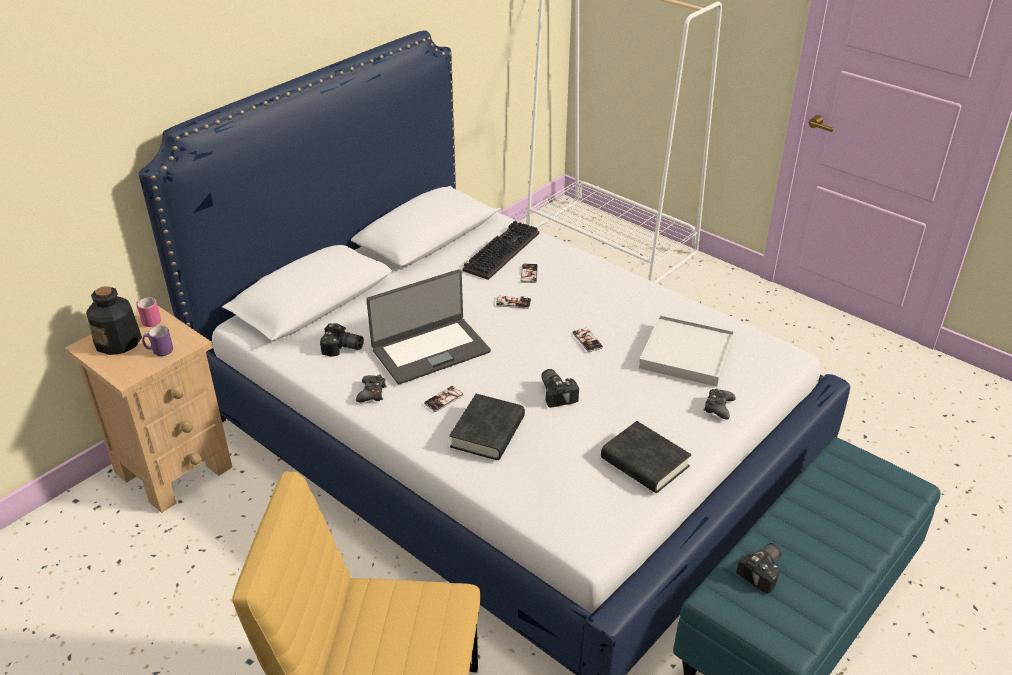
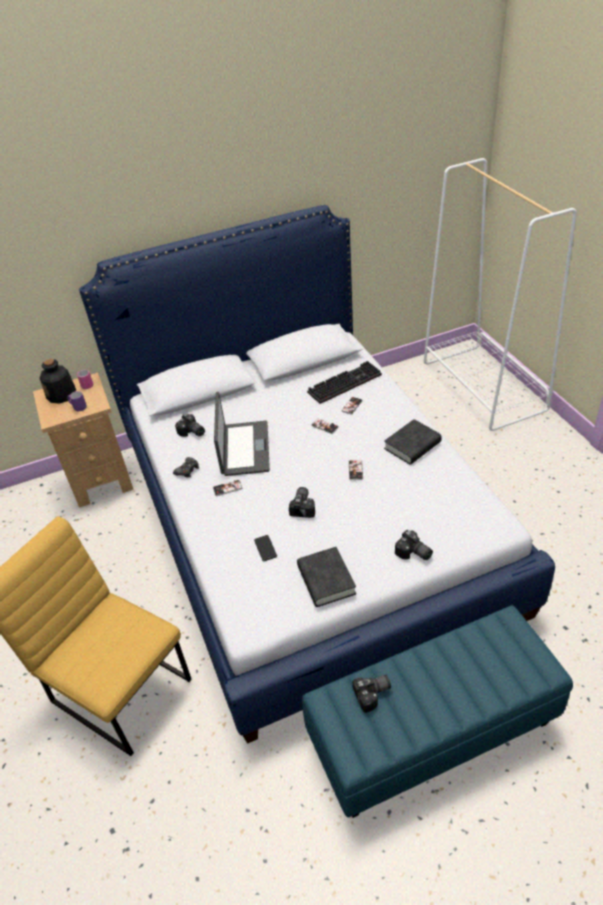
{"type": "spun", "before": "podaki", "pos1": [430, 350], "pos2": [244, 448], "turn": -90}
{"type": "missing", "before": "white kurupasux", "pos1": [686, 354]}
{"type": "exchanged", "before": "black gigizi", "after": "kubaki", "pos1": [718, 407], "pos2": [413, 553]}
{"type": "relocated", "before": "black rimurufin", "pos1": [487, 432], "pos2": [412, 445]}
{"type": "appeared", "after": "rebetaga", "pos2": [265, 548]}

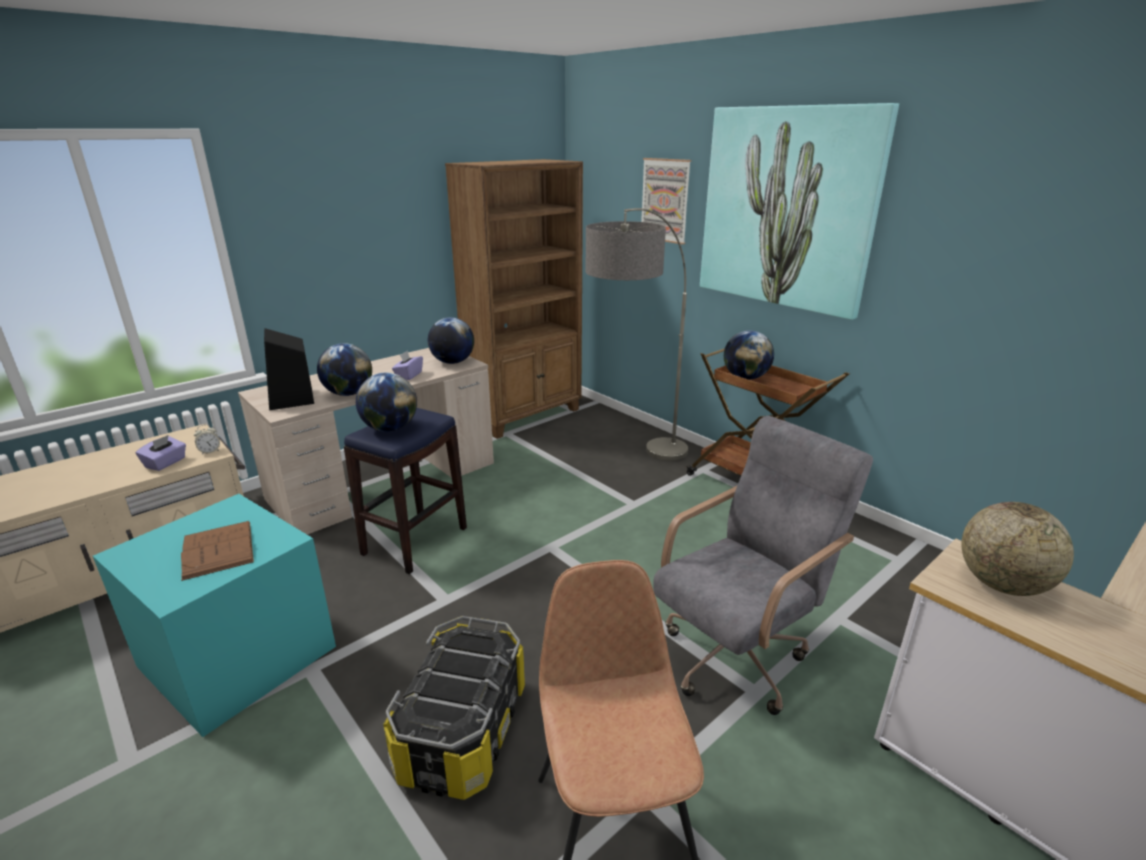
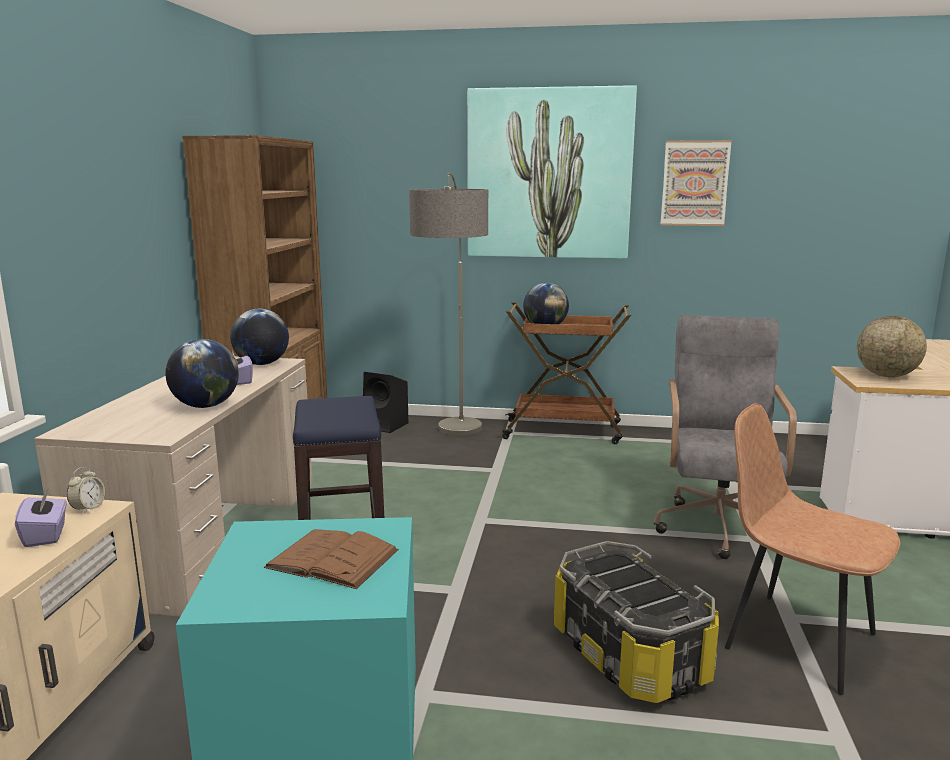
{"type": "relocated", "before": "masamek", "pos1": [665, 200], "pos2": [694, 183]}
{"type": "relocated", "before": "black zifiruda", "pos1": [292, 400], "pos2": [386, 425]}
{"type": "missing", "before": "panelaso", "pos1": [390, 428]}

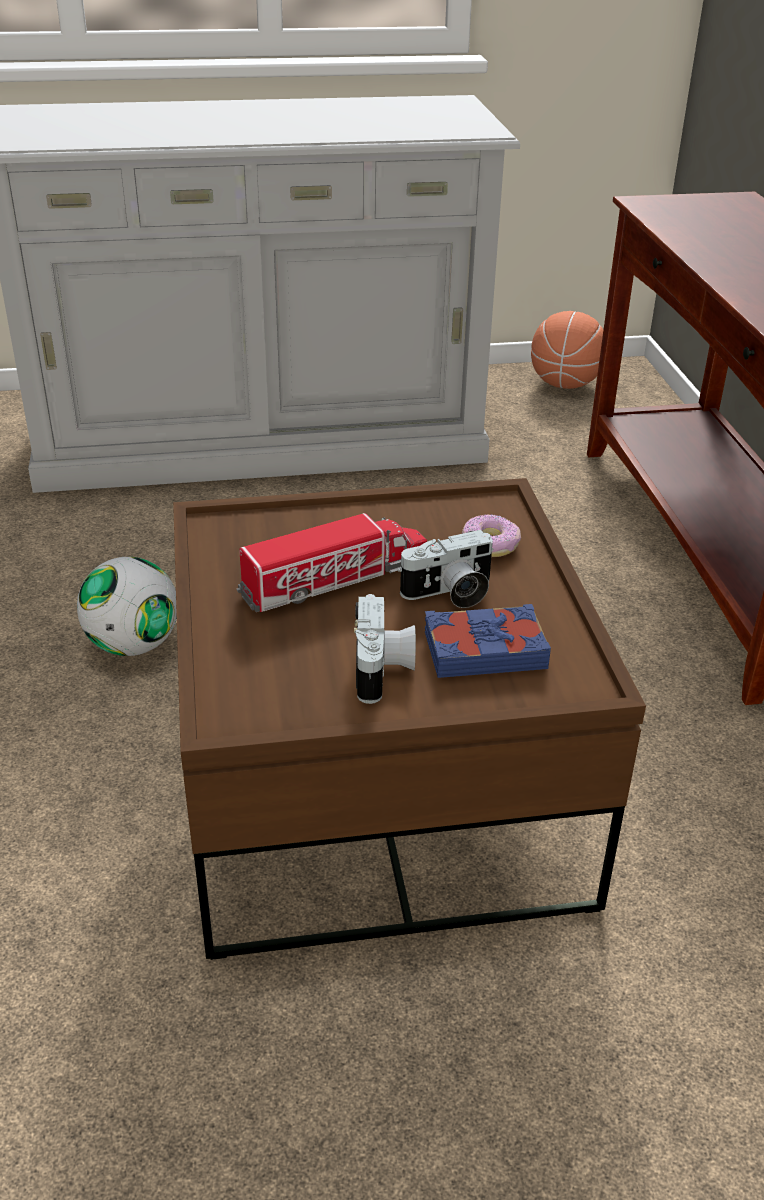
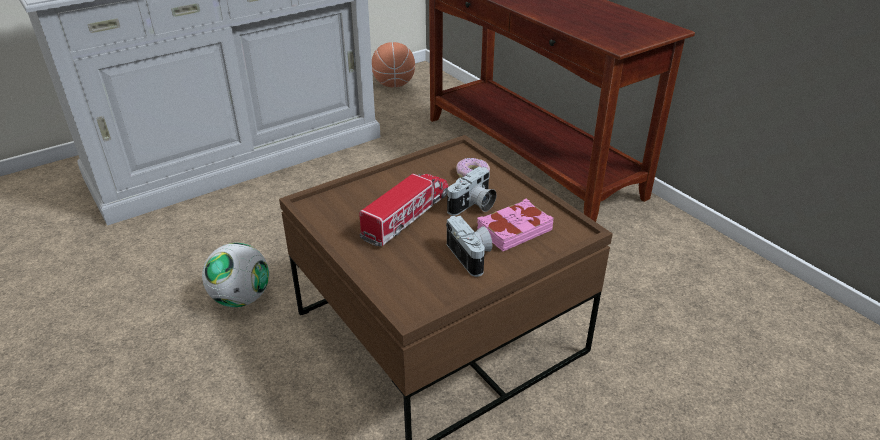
{"type": "colour", "before": "blue rimurufin", "after": "pink rimurufin", "pos1": [484, 650], "pos2": [513, 230]}

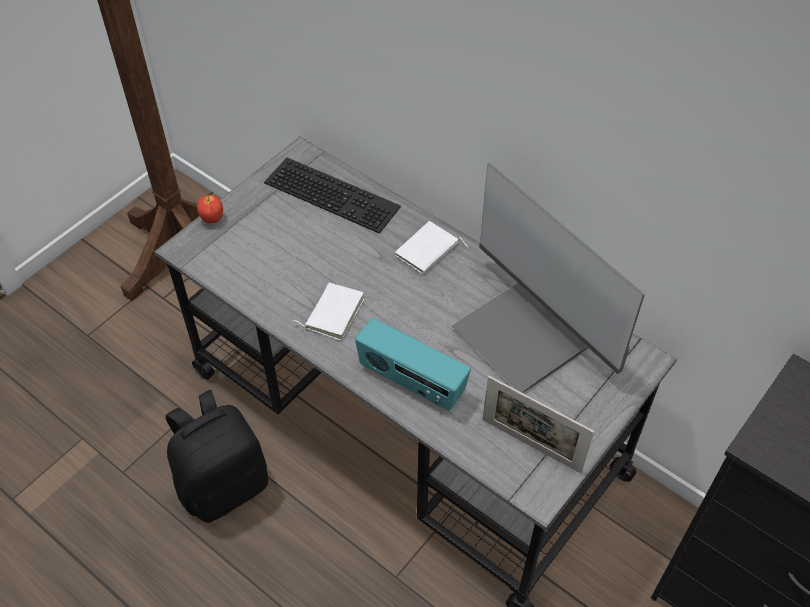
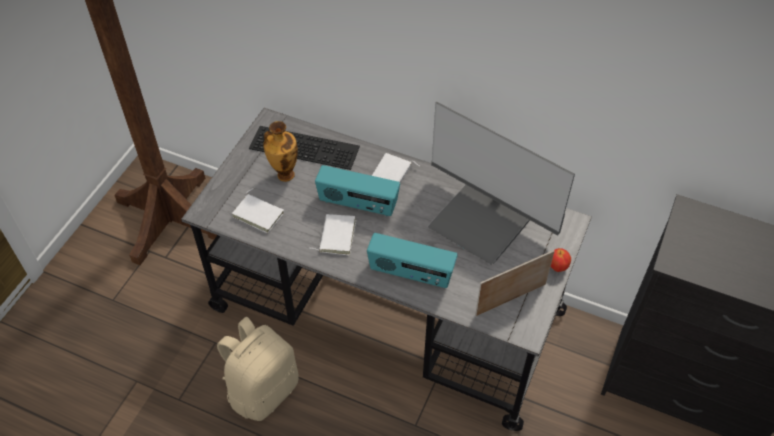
{"type": "relocated", "before": "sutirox", "pos1": [212, 219], "pos2": [557, 267]}
{"type": "spun", "before": "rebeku", "pos1": [531, 445], "pos2": [510, 299], "turn": 135}
{"type": "colour", "before": "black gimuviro", "after": "beige gimuviro", "pos1": [224, 485], "pos2": [263, 390]}
{"type": "appeared", "after": "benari", "pos2": [284, 174]}
{"type": "appeared", "after": "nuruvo", "pos2": [358, 204]}
{"type": "appeared", "after": "white rimurufin", "pos2": [259, 214]}

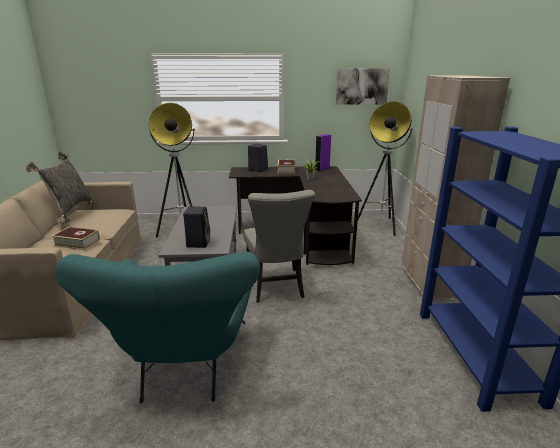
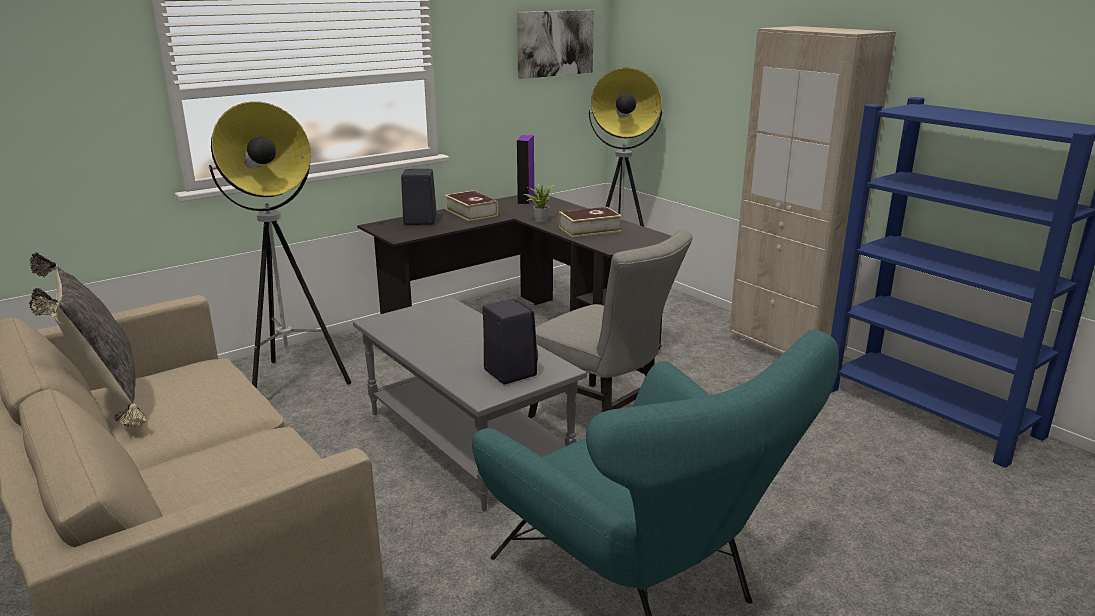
{"type": "relocated", "before": "rimurufin", "pos1": [77, 243], "pos2": [589, 229]}

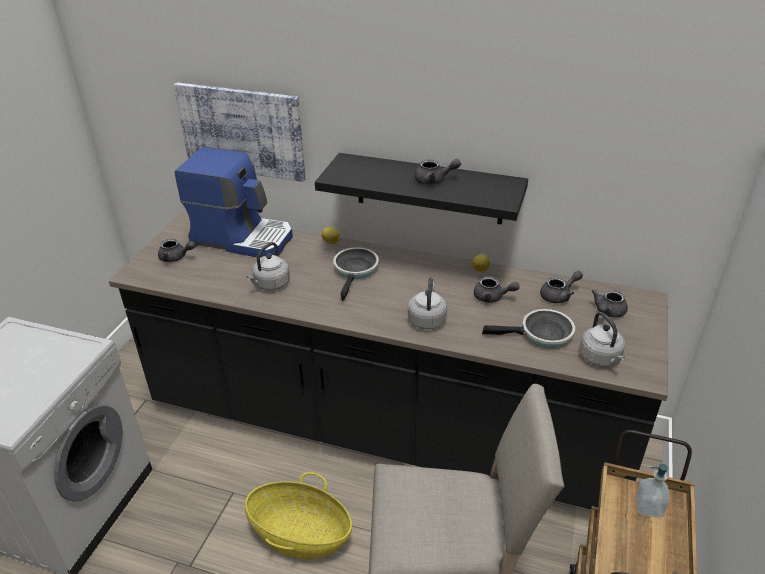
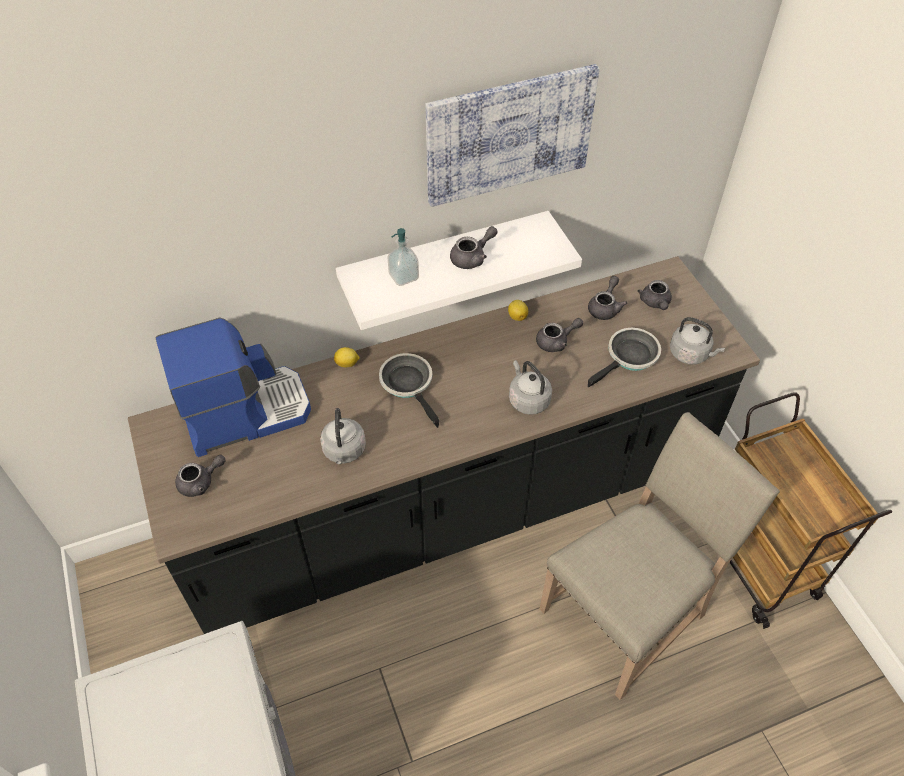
{"type": "relocated", "before": "masamek", "pos1": [242, 131], "pos2": [509, 134]}
{"type": "colour", "before": "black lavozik", "after": "white lavozik", "pos1": [429, 189], "pos2": [445, 261]}
{"type": "relocated", "before": "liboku", "pos1": [649, 507], "pos2": [404, 276]}
{"type": "missing", "before": "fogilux", "pos1": [300, 534]}

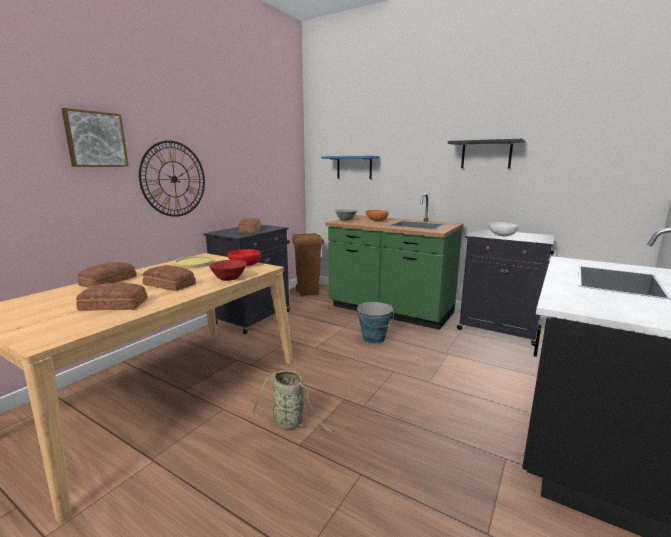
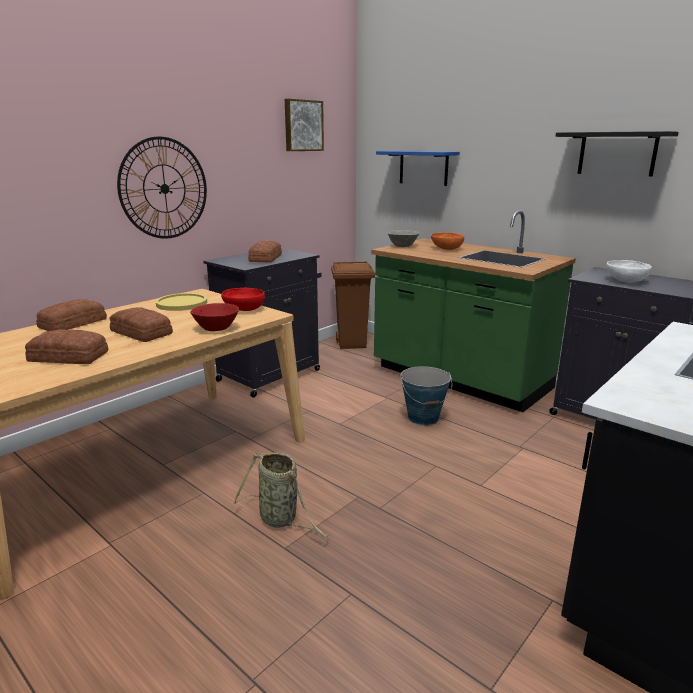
{"type": "relocated", "before": "masamek", "pos1": [95, 139], "pos2": [302, 125]}

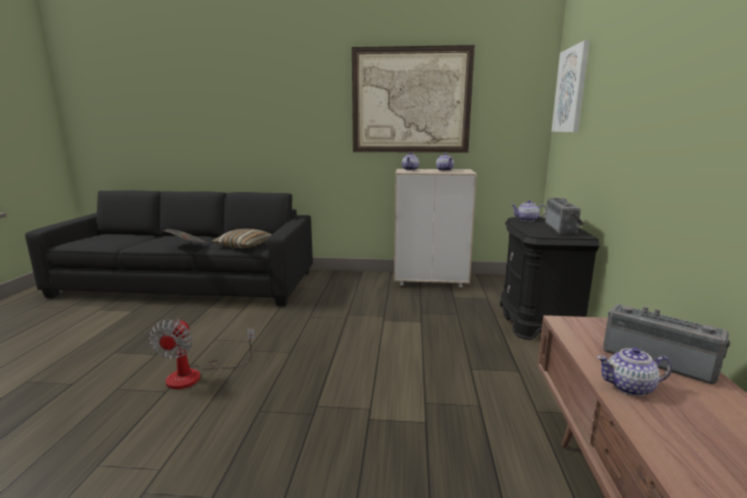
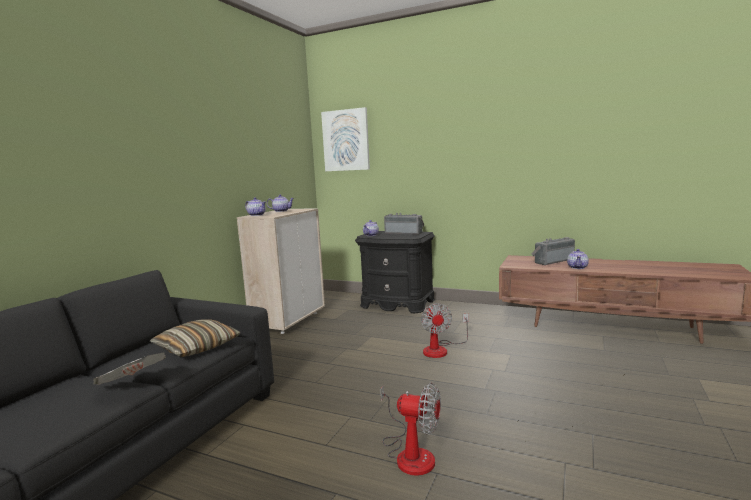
{"type": "missing", "before": "masamek", "pos1": [411, 101]}
{"type": "appeared", "after": "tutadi", "pos2": [441, 349]}

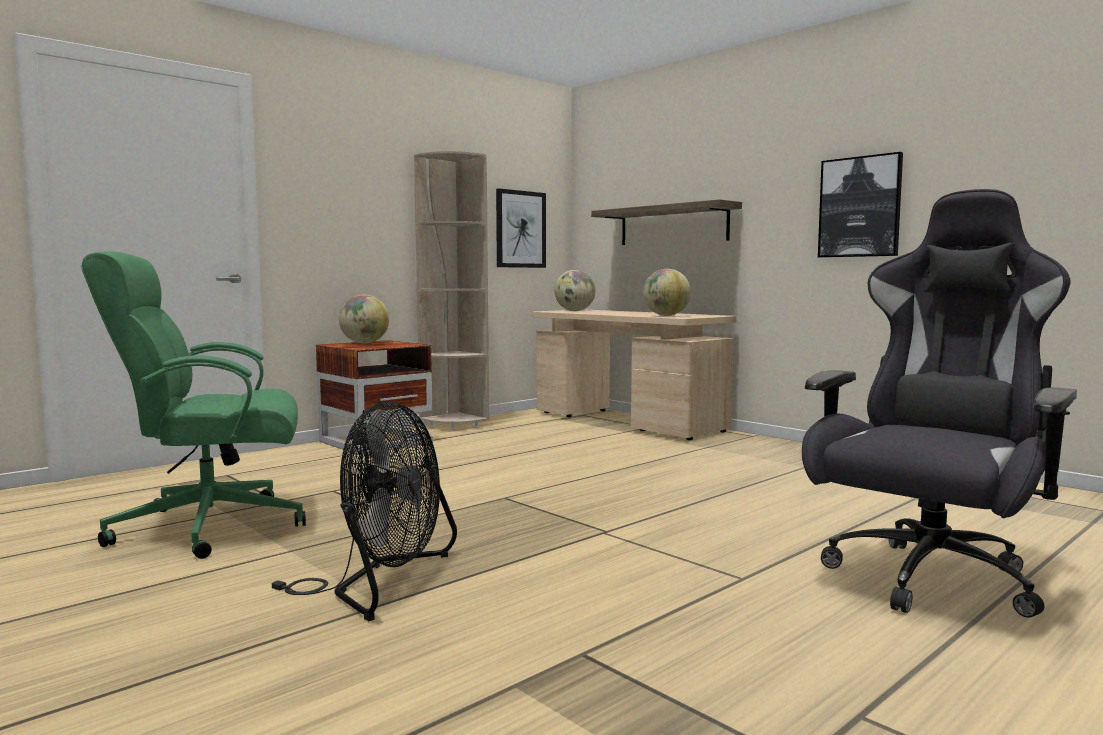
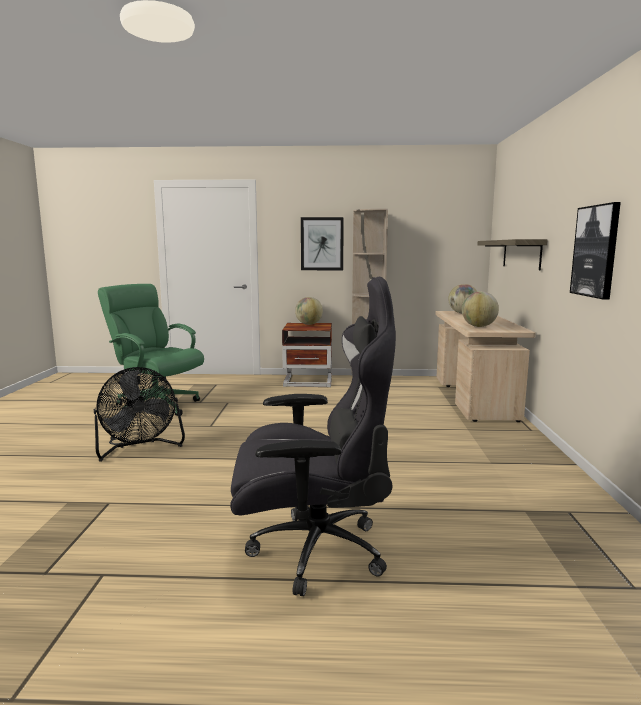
{"type": "relocated", "before": "masamek", "pos1": [520, 229], "pos2": [322, 244]}

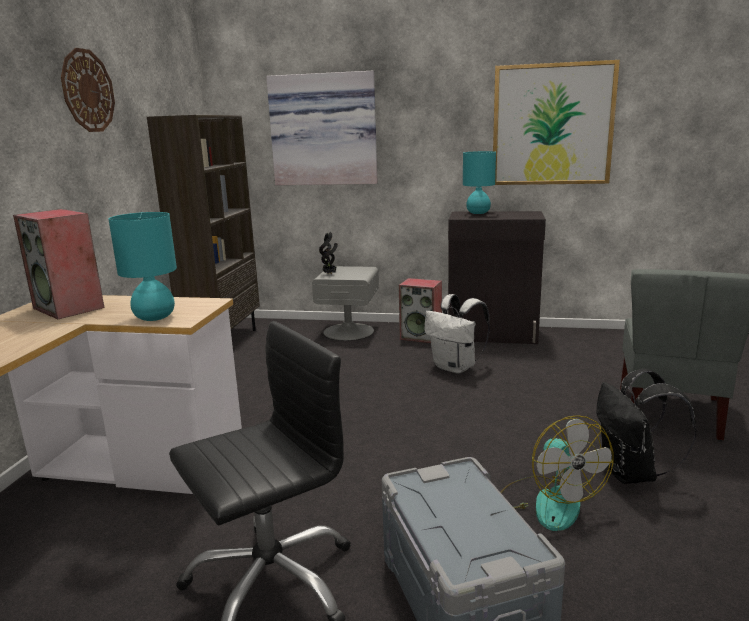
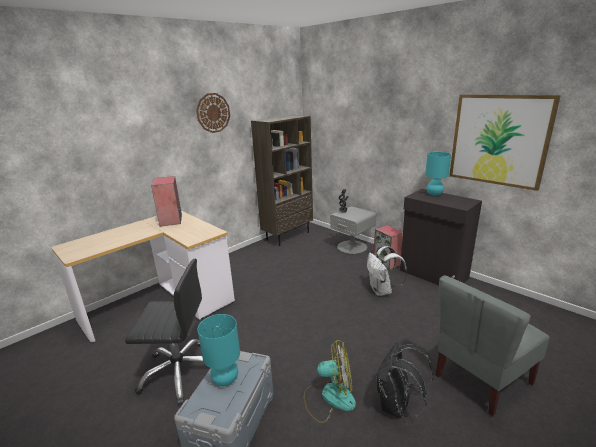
{"type": "missing", "before": "masamek", "pos1": [324, 130]}
{"type": "relocated", "before": "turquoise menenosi", "pos1": [154, 317], "pos2": [225, 379]}
{"type": "spun", "before": "tutadi", "pos1": [548, 501], "pos2": [329, 397], "turn": -105}

